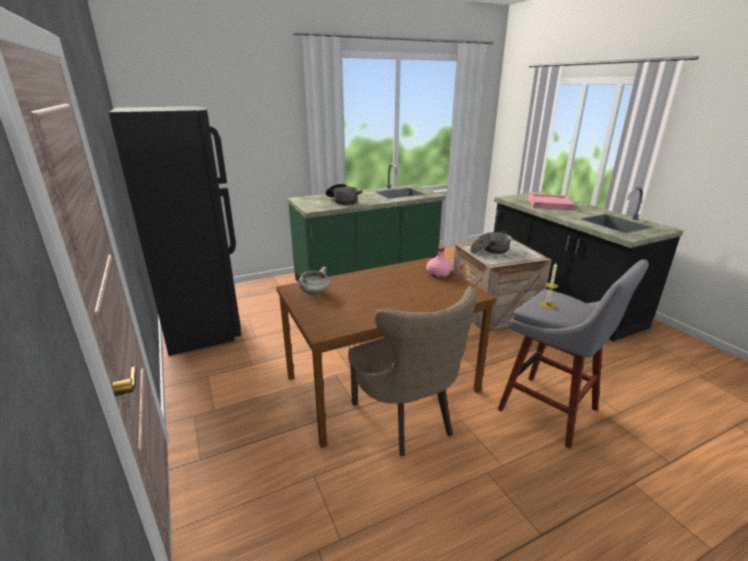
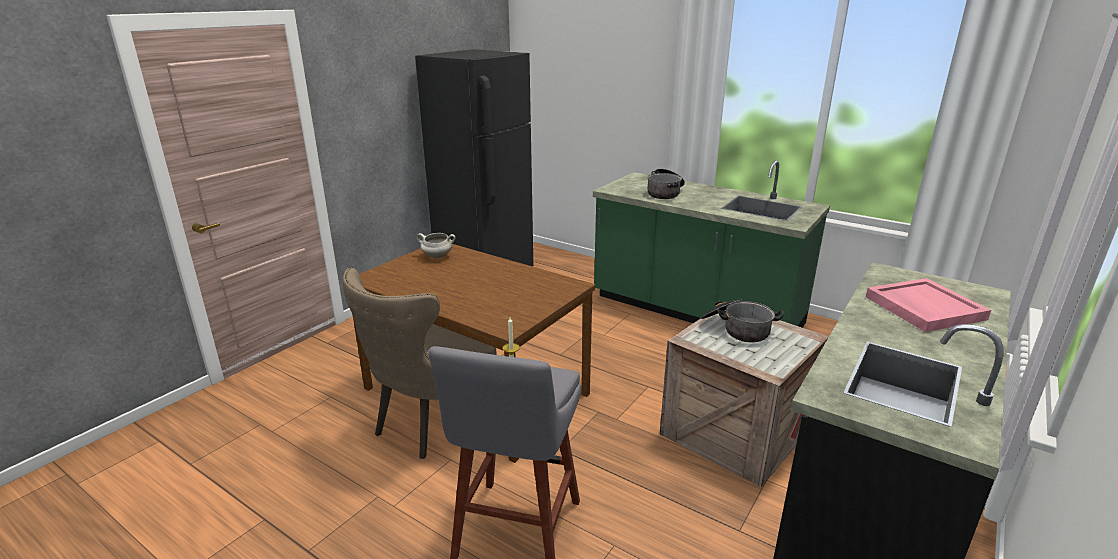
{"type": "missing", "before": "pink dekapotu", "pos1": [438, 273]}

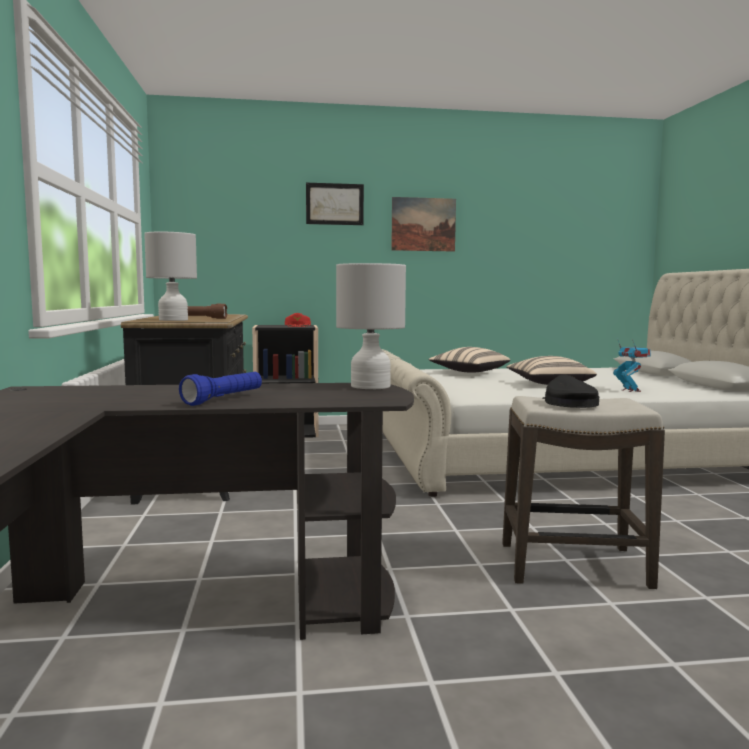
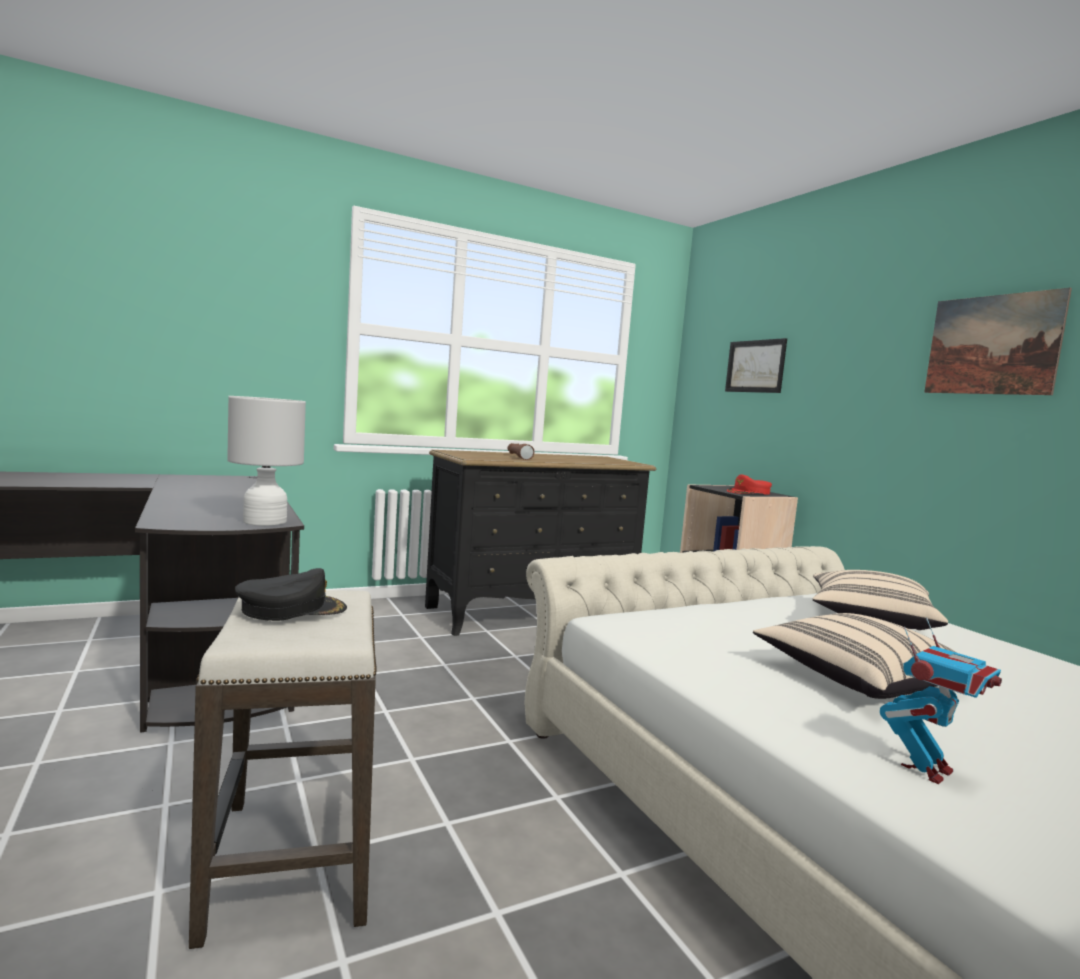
{"type": "relocated", "before": "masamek", "pos1": [334, 204], "pos2": [755, 366]}
{"type": "missing", "before": "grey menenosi", "pos1": [173, 320]}
{"type": "missing", "before": "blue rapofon", "pos1": [224, 399]}

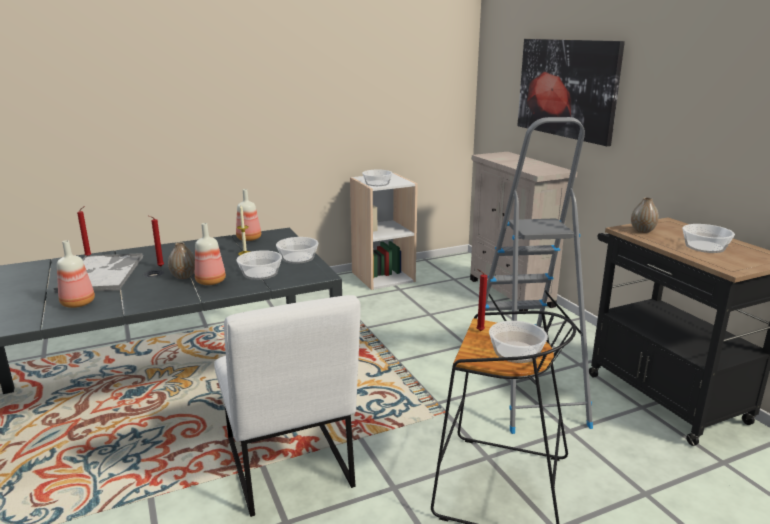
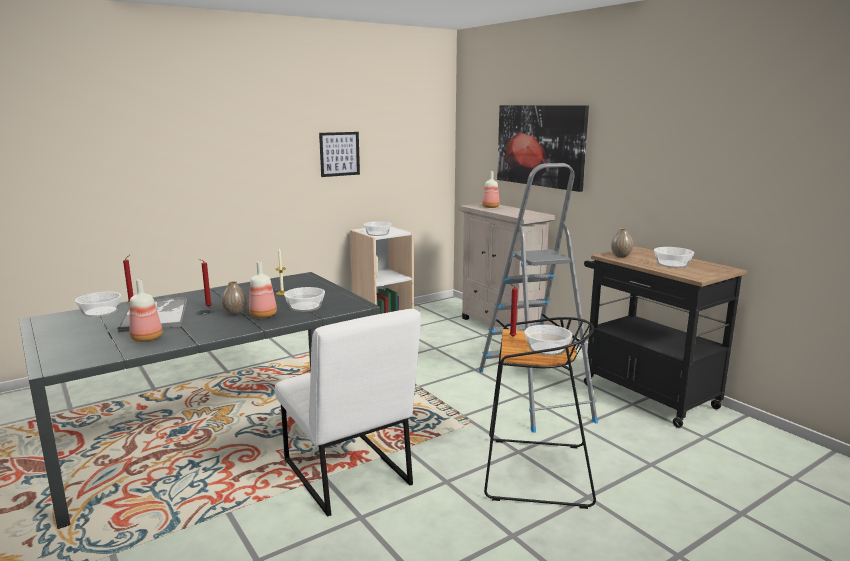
{"type": "relocated", "before": "dekapotu", "pos1": [249, 238], "pos2": [490, 207]}
{"type": "relocated", "before": "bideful", "pos1": [297, 258], "pos2": [100, 312]}
{"type": "appeared", "after": "masamek", "pos2": [339, 154]}

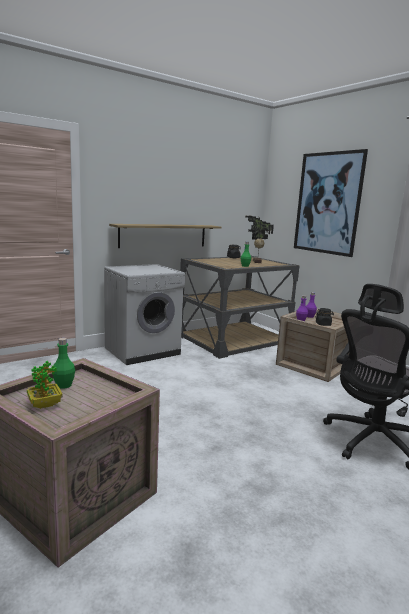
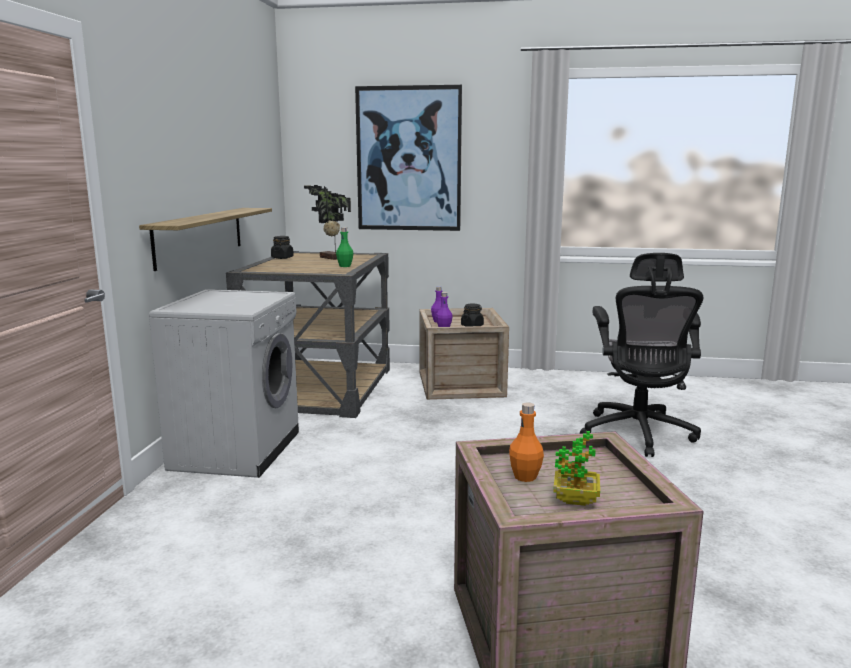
{"type": "colour", "before": "green dekapotu", "after": "orange dekapotu", "pos1": [64, 385], "pos2": [525, 477]}

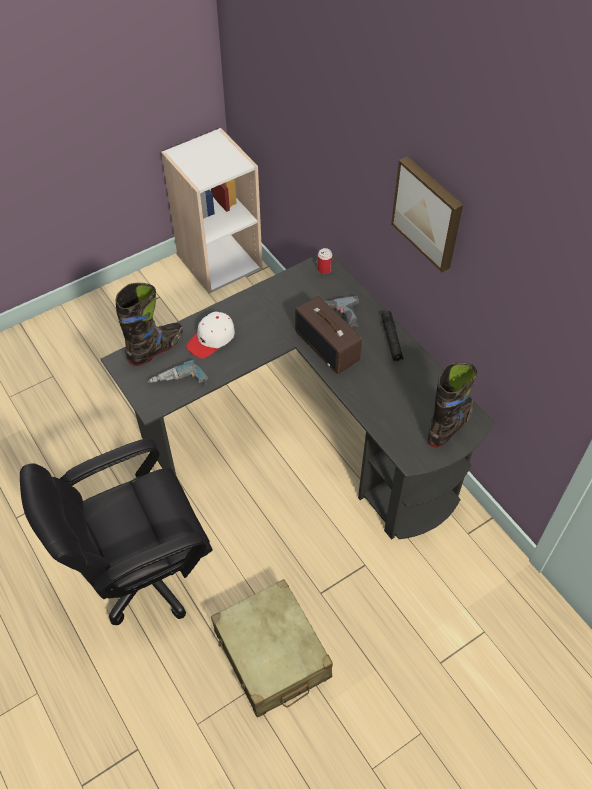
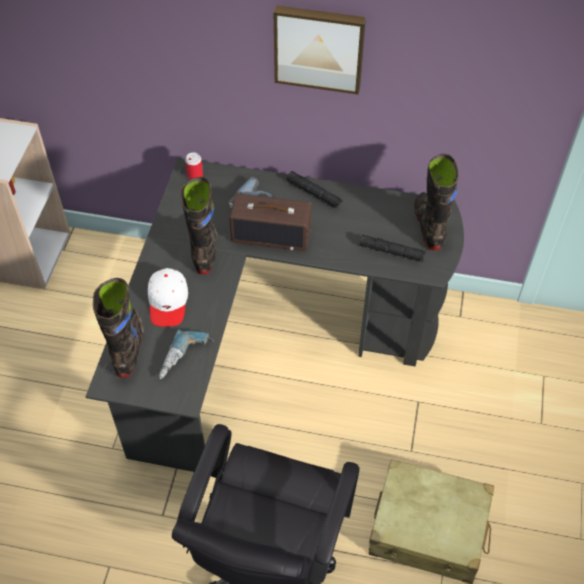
{"type": "appeared", "after": "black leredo", "pos2": [204, 249]}
{"type": "appeared", "after": "black rapofon", "pos2": [391, 252]}

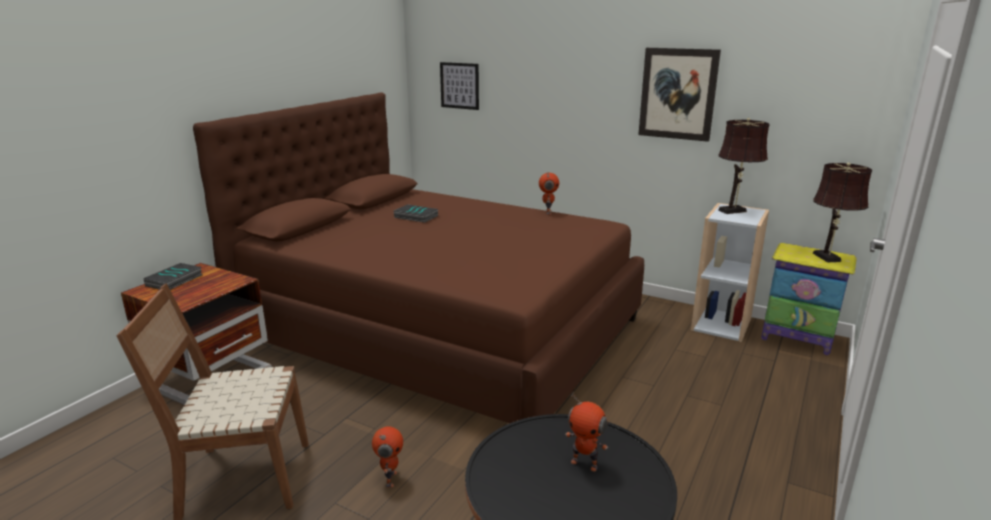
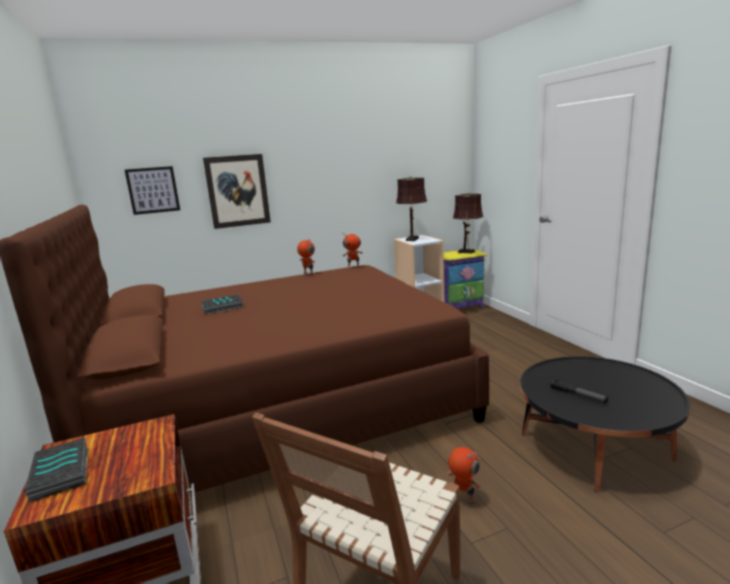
{"type": "relocated", "before": "masamek", "pos1": [678, 94], "pos2": [237, 191]}
{"type": "relocated", "before": "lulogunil", "pos1": [585, 463], "pos2": [353, 266]}
{"type": "appeared", "after": "rapofon", "pos2": [578, 395]}

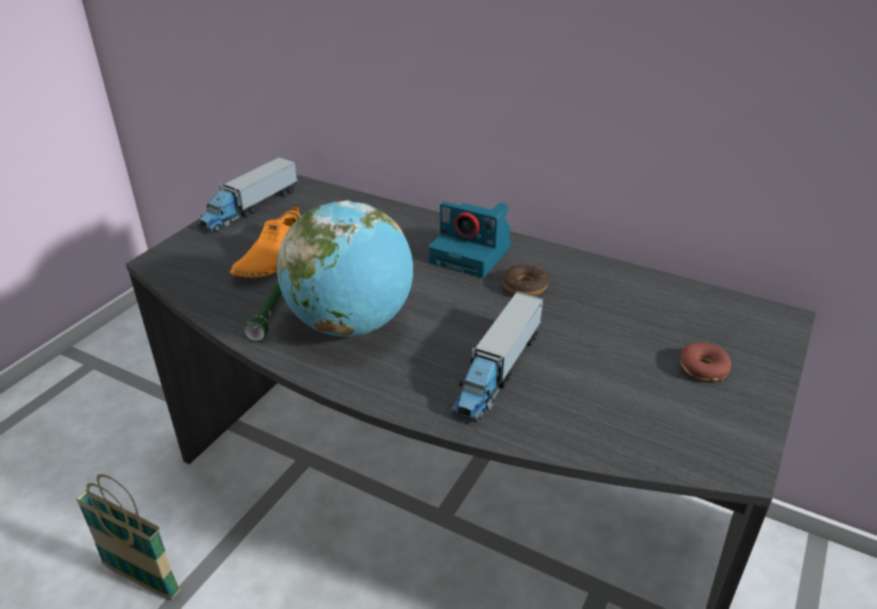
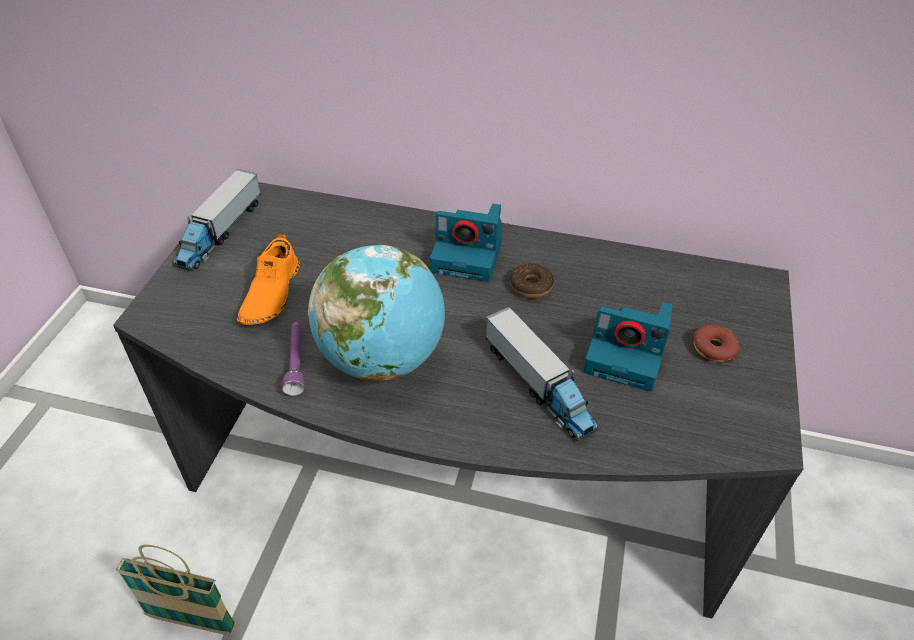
{"type": "colour", "before": "green rapofon", "after": "purple rapofon", "pos1": [269, 315], "pos2": [296, 362]}
{"type": "spun", "before": "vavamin", "pos1": [498, 371], "pos2": [538, 385], "turn": -45}
{"type": "appeared", "after": "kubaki", "pos2": [627, 355]}

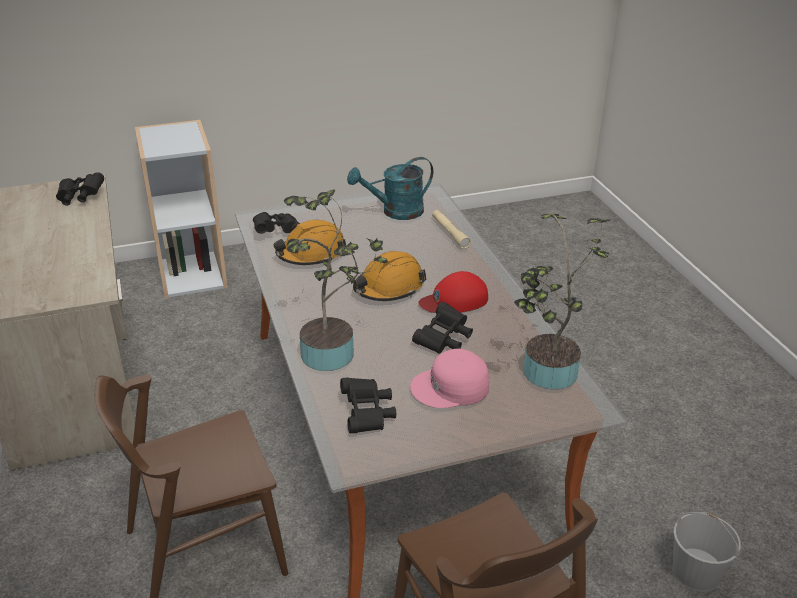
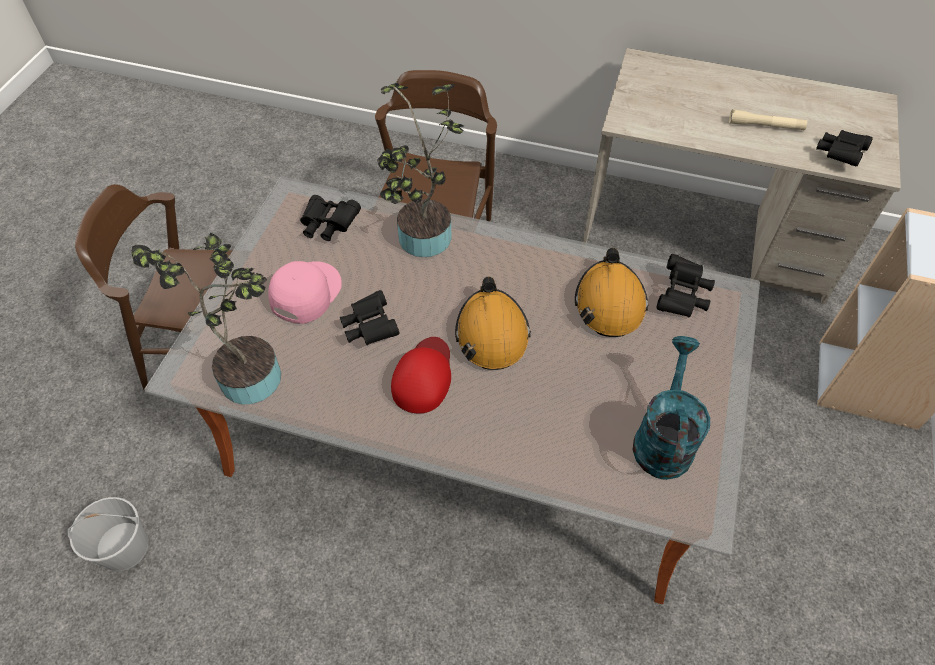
{"type": "relocated", "before": "beige rapofon", "pos1": [450, 233], "pos2": [765, 126]}

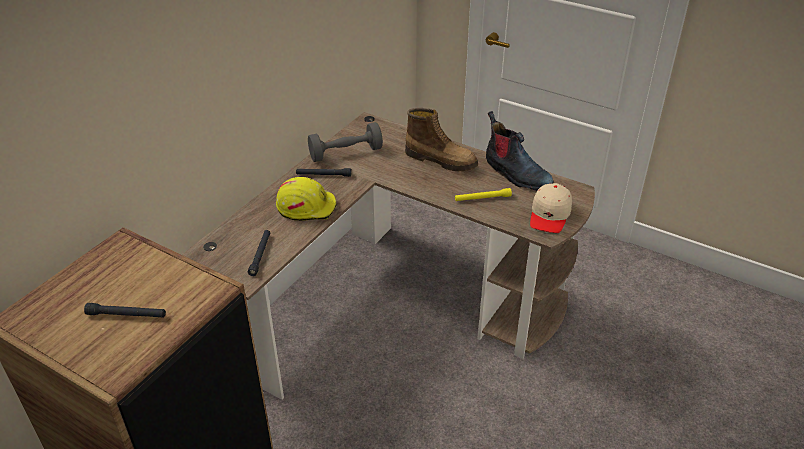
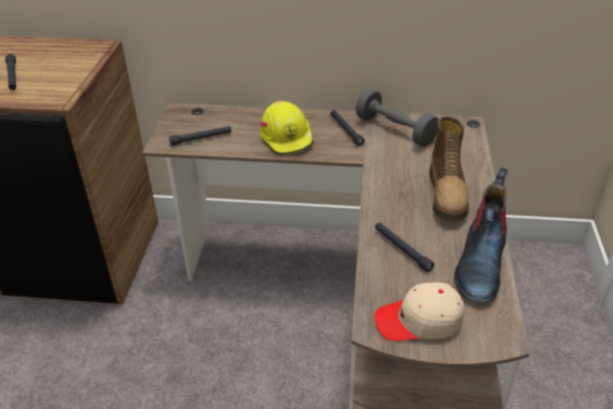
{"type": "colour", "before": "yellow rapofon", "after": "black rapofon", "pos1": [482, 198], "pos2": [402, 249]}

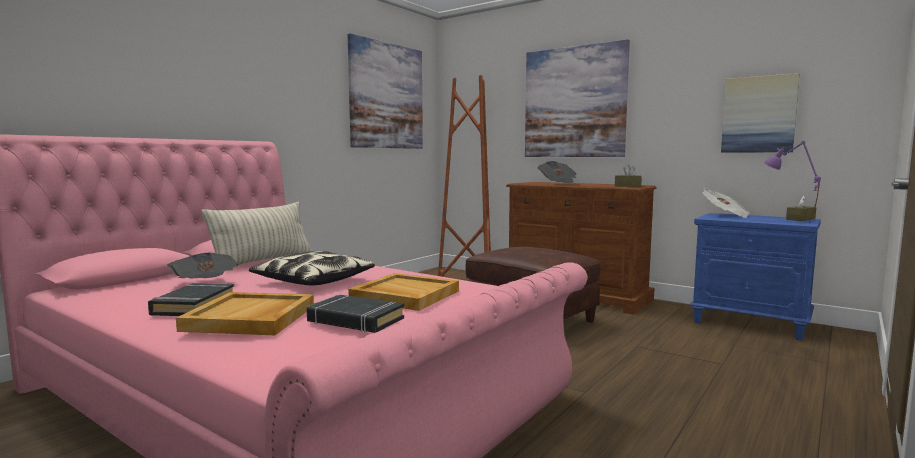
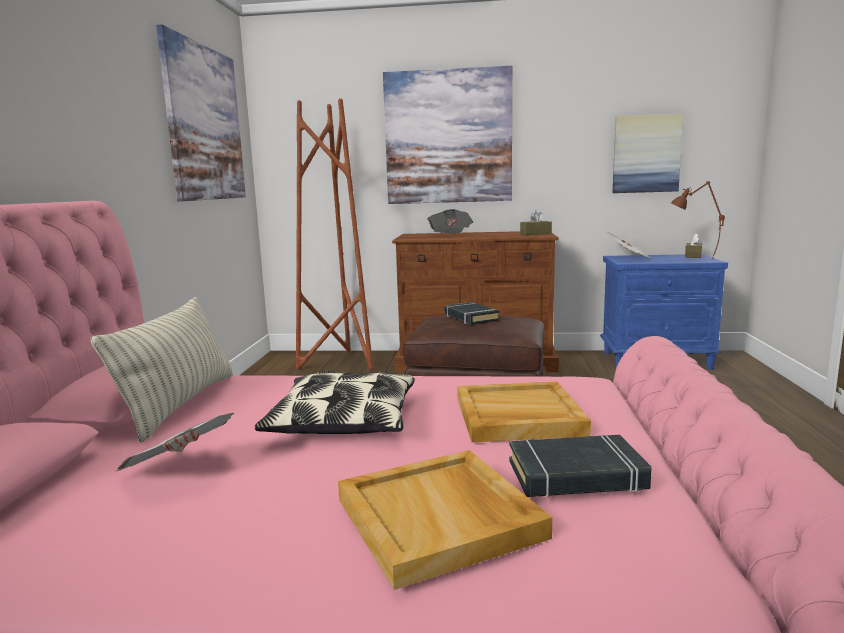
{"type": "colour", "before": "purple menenosi", "after": "brown menenosi", "pos1": [787, 221], "pos2": [693, 259]}
{"type": "relocated", "before": "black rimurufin", "pos1": [193, 305], "pos2": [470, 318]}

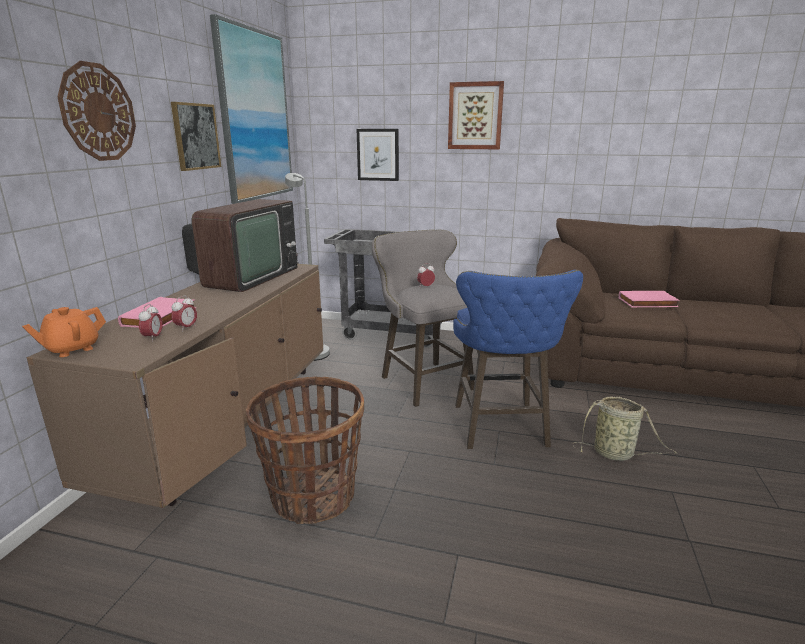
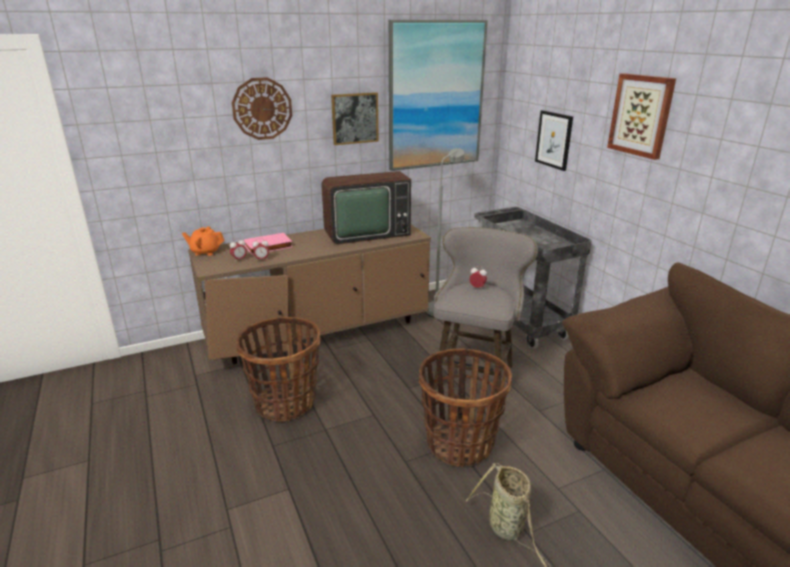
{"type": "exchanged", "before": "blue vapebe", "after": "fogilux", "pos1": [500, 428], "pos2": [460, 443]}
{"type": "missing", "before": "pink rimurufin", "pos1": [647, 303]}

